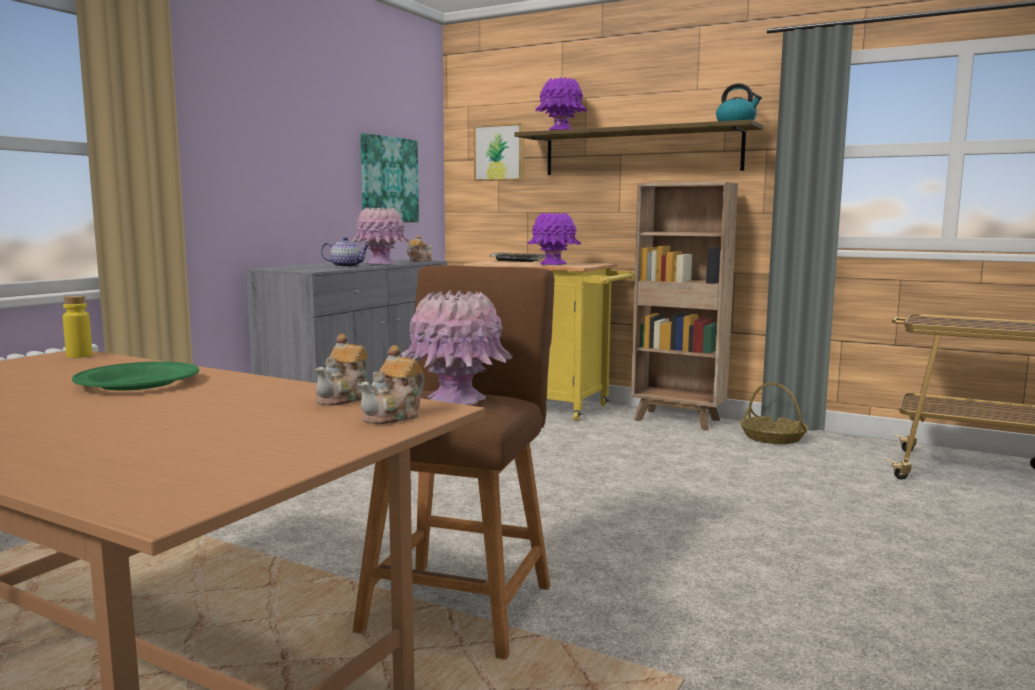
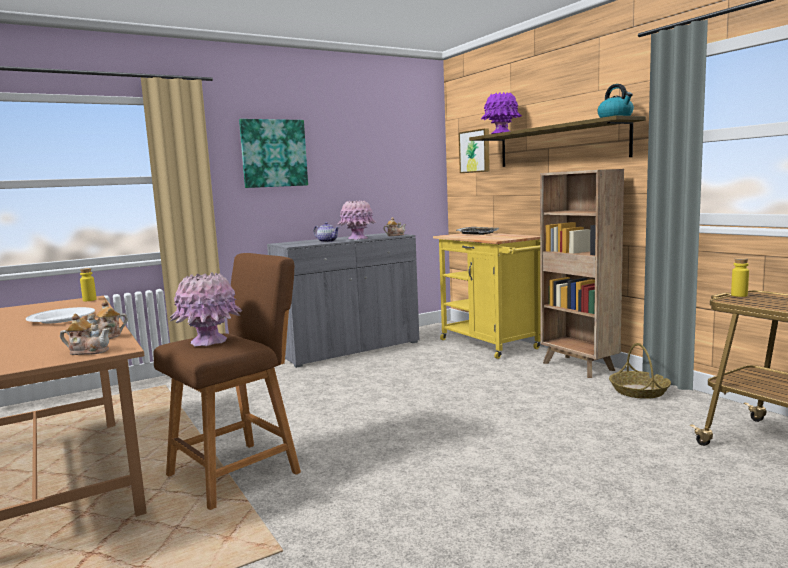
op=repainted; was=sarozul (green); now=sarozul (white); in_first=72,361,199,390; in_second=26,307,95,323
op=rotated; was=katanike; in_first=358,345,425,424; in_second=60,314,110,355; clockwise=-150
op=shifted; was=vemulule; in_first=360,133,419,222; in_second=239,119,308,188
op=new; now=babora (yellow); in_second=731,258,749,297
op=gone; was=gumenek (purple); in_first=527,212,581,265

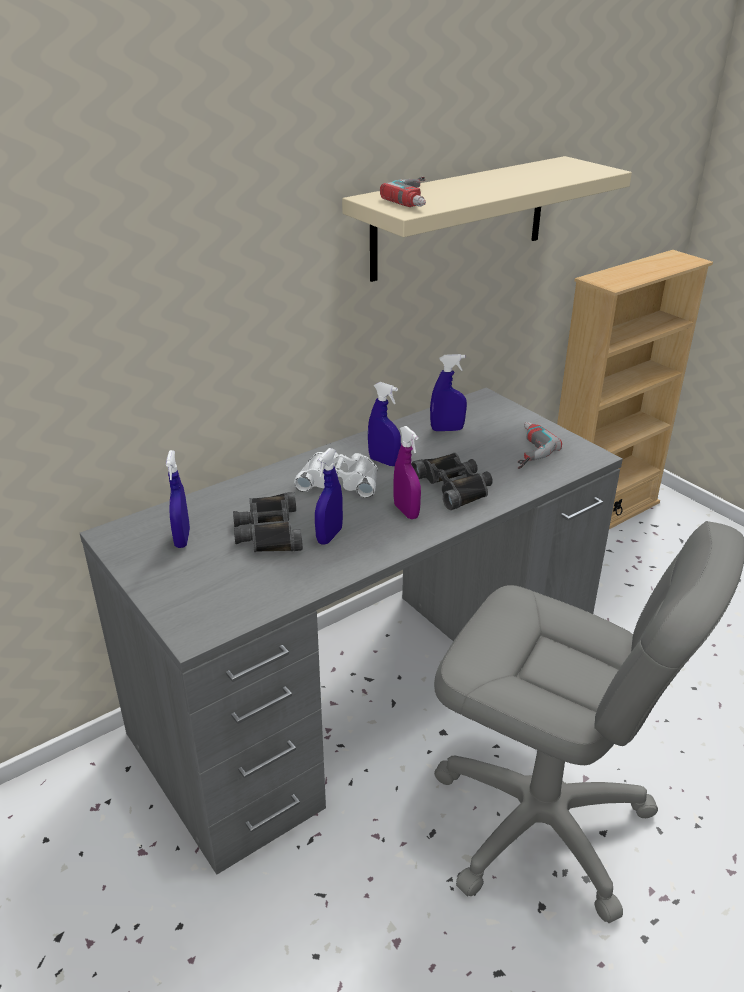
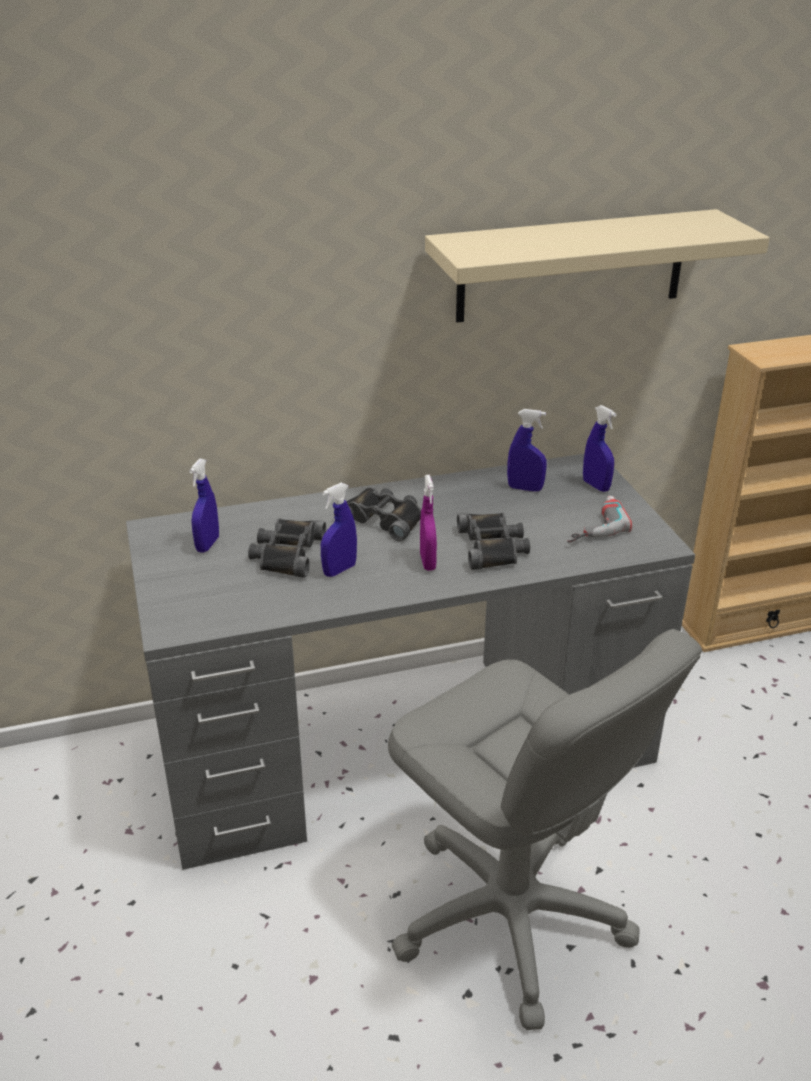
op=repainted; was=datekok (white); now=datekok (black); in_first=294,452,378,498; in_second=334,487,421,541
op=shifted; was=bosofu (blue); in_first=368,382,401,466; in_second=583,405,617,492
op=gone; was=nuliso; in_first=380,177,426,207

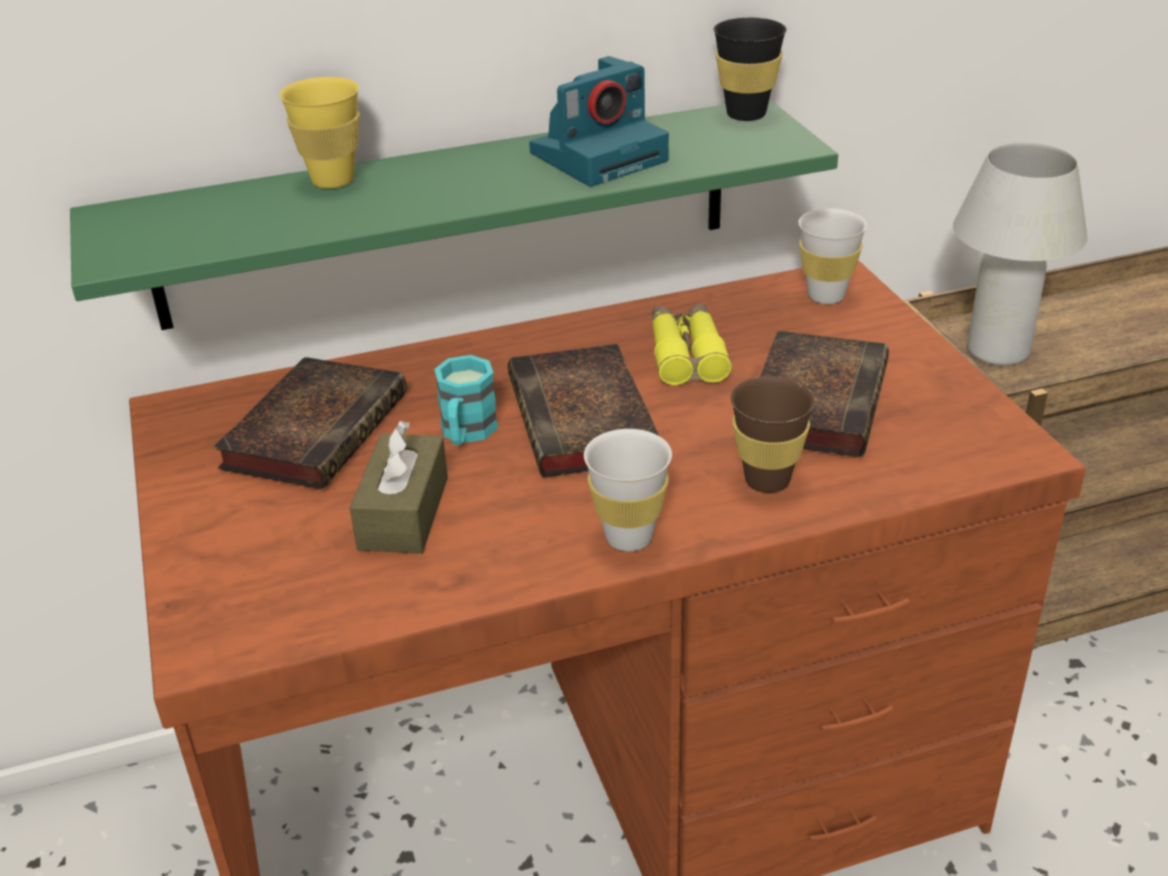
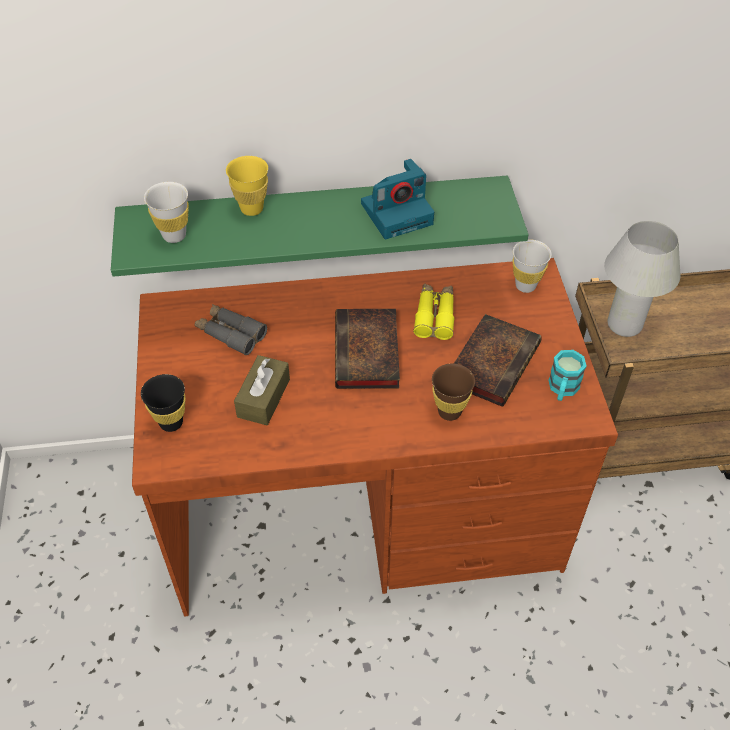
op=shifted; was=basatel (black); in_first=714,17,787,121; in_second=141,374,186,432
op=shifted; was=basatel (white); in_first=584,429,672,551; in_second=144,182,189,243
op=swapped; was=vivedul; now=datekok (grey); in_first=213,357,407,490; in_second=195,304,267,355
op=shifted; was=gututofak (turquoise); in_first=434,355,498,445; in_second=549,350,586,401

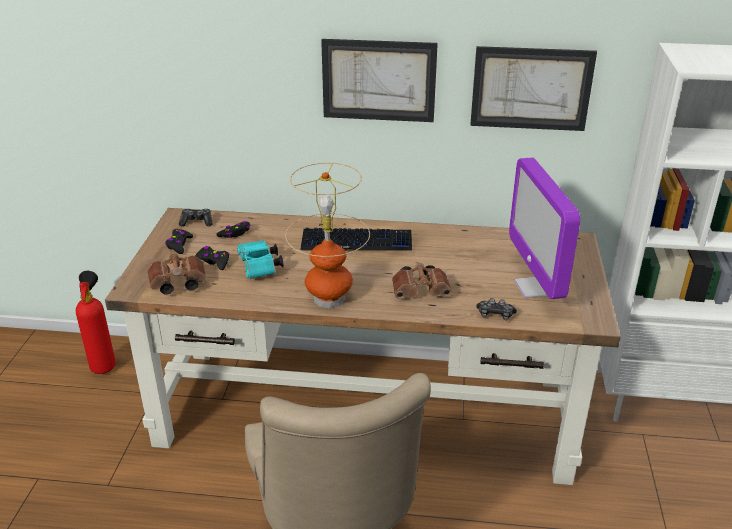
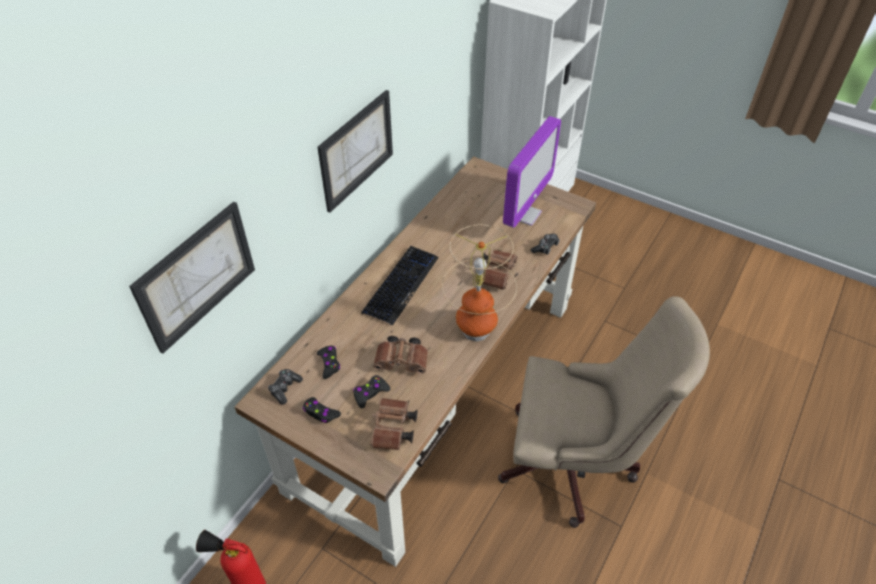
op=shifted; was=vemulule; in_first=470,46,597,131; in_second=129,202,255,354
op=repainted; was=datekok (turquoise); now=datekok (brown); in_first=237,240,284,279; in_second=373,336,428,374
op=rotated; was=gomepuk; in_first=509,157,580,299; in_second=503,116,561,228; clockwise=-75

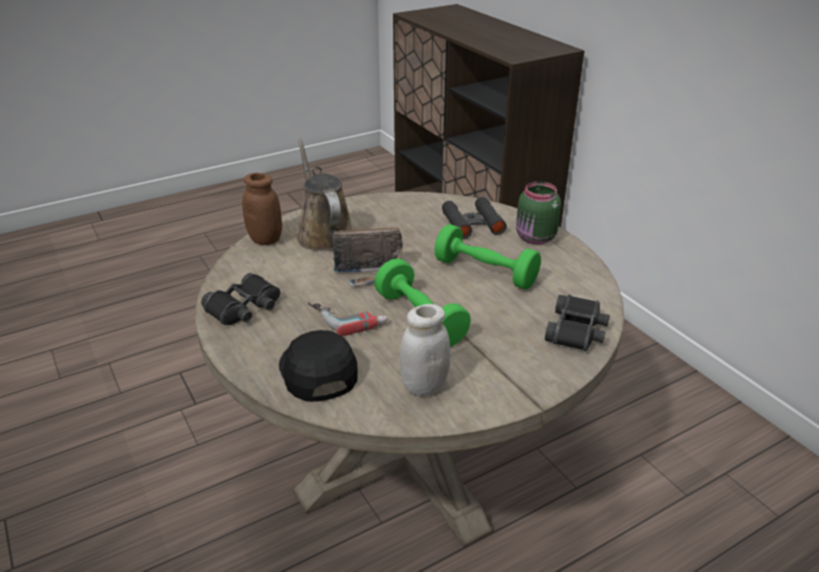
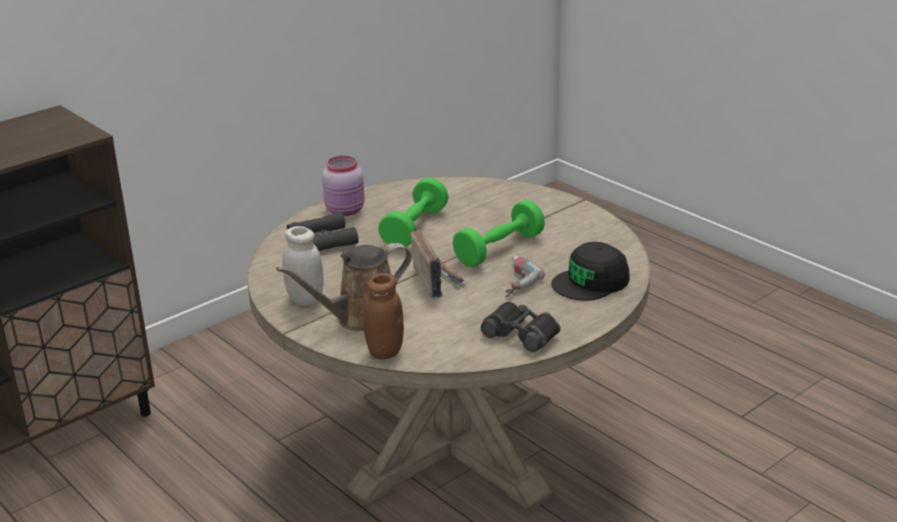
op=shifted; was=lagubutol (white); in_first=400,304,450,396; in_second=282,226,324,306
op=repainted; was=lagubutol (green); now=lagubutol (pink); in_first=516,181,561,245; in_second=322,156,365,216
op=gone; was=datekok (black); in_first=545,294,610,351

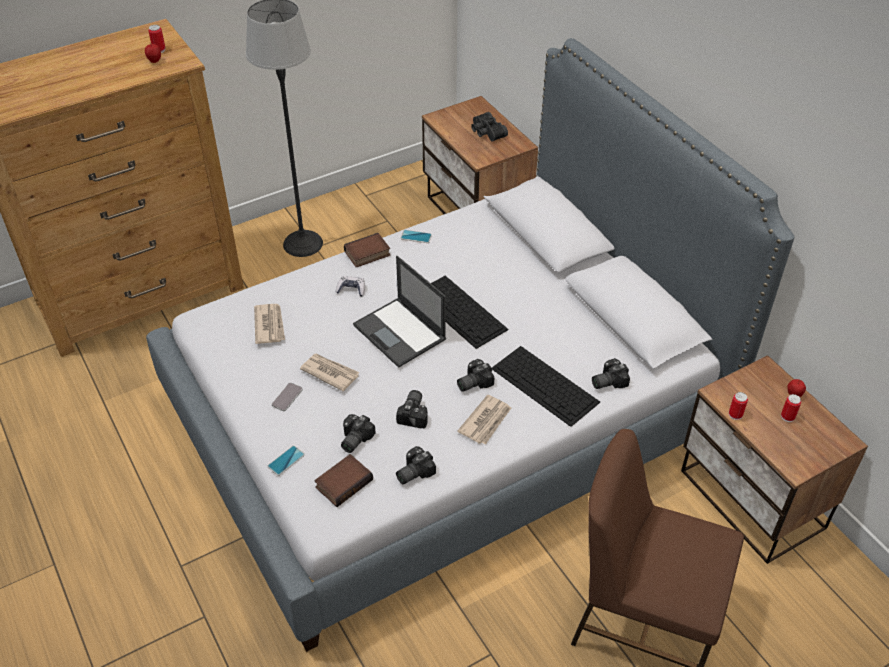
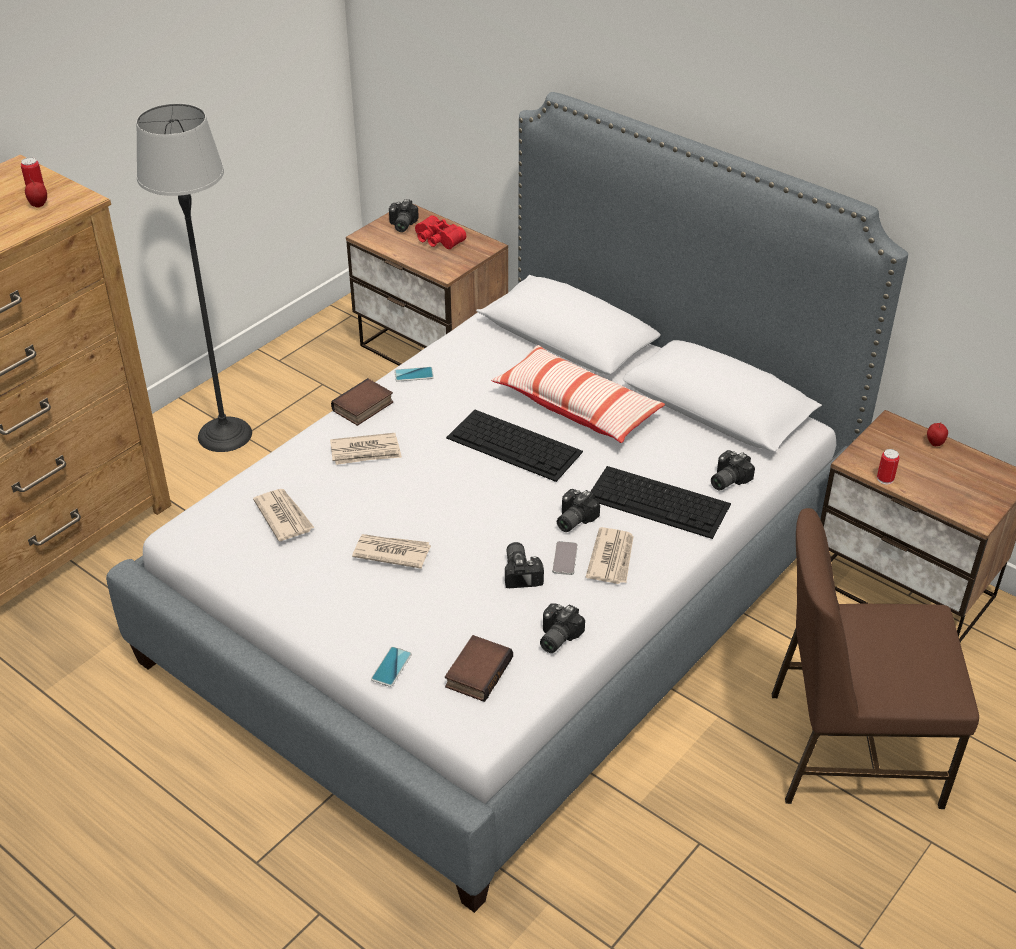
op=swapped; was=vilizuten; now=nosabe; in_first=336,276,365,297; in_second=330,433,402,465
op=shifted; was=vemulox; in_first=341,414,376,453; in_second=389,199,419,232
op=repainted; was=datekok (black); now=datekok (red); in_first=471,112,508,142; in_second=415,215,466,249
op=new; now=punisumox; in_second=491,345,665,443
op=shifted; was=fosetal; in_first=271,383,303,411; in_second=552,541,578,575
op=gone; was=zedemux; in_first=353,256,446,368
op=gone; was=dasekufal; in_first=781,394,801,422

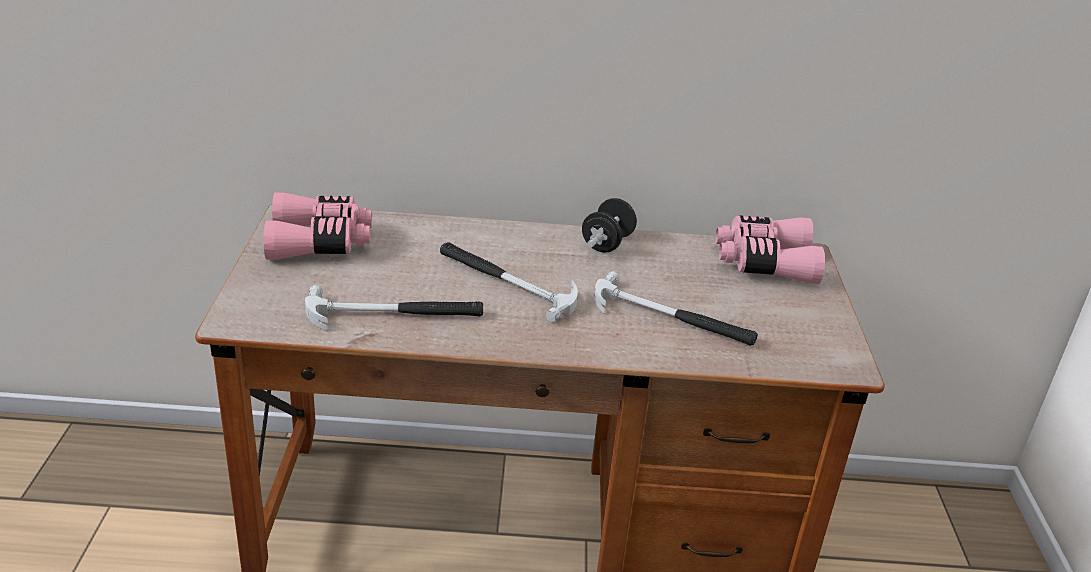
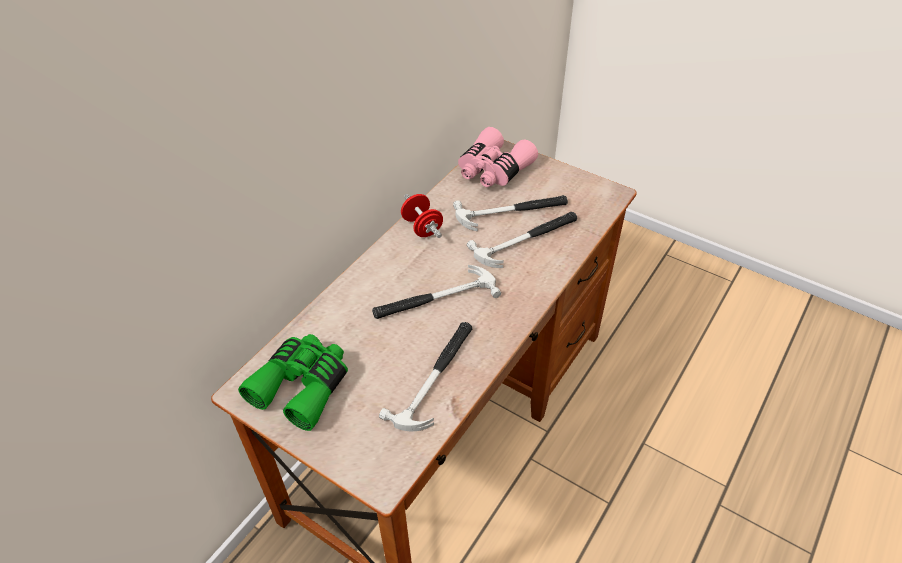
op=repainted; was=datekok (pink); now=datekok (green); in_first=264,192,372,260; in_second=238,334,348,431
op=repainted; was=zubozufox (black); now=zubozufox (red); in_first=582,198,637,253; in_second=401,194,443,238
op=new; now=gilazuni; in_second=453,195,568,231

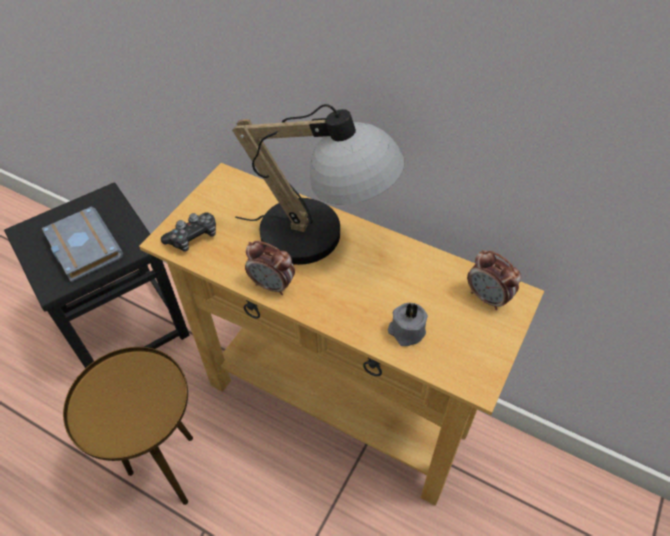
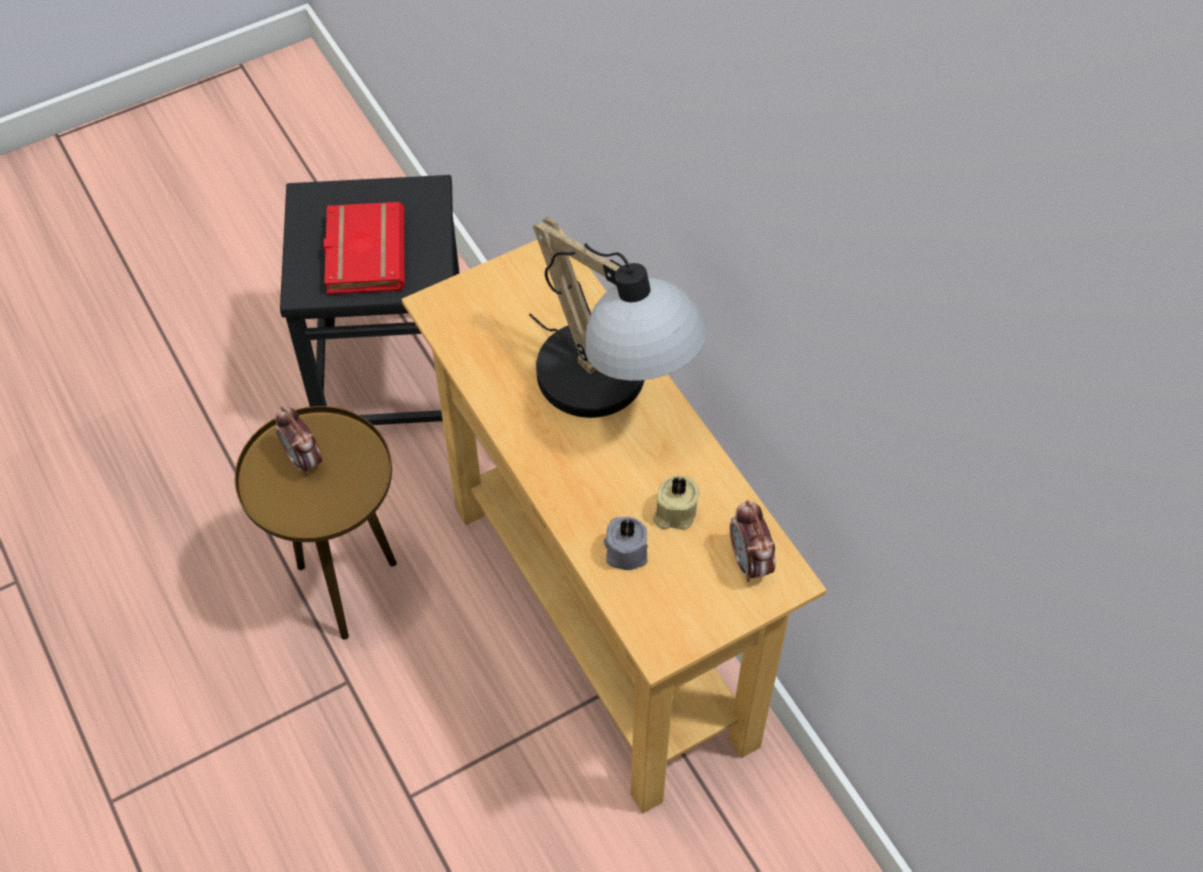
op=shifted; was=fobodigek; in_first=245,241,295,295; in_second=275,406,322,476
op=repainted; was=vivedul (grey); now=vivedul (red); in_first=42,207,123,282; in_second=323,202,405,295
op=new; now=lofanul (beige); in_second=653,475,700,530
op=gone; was=vilizuten; in_first=161,213,216,252

